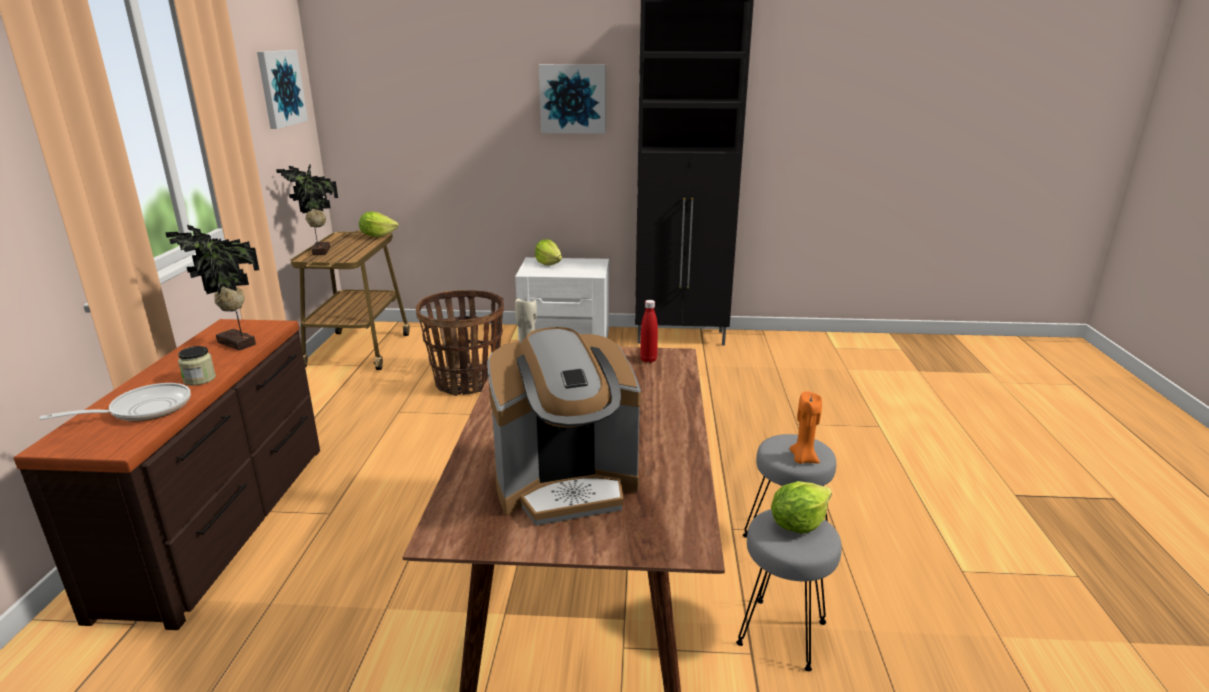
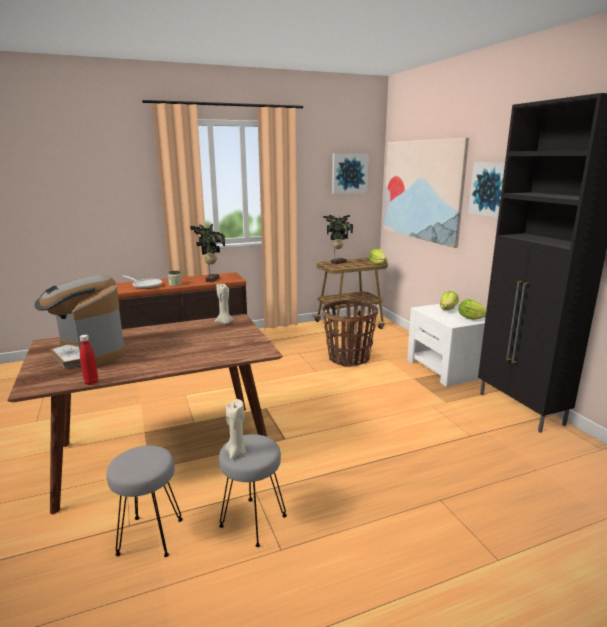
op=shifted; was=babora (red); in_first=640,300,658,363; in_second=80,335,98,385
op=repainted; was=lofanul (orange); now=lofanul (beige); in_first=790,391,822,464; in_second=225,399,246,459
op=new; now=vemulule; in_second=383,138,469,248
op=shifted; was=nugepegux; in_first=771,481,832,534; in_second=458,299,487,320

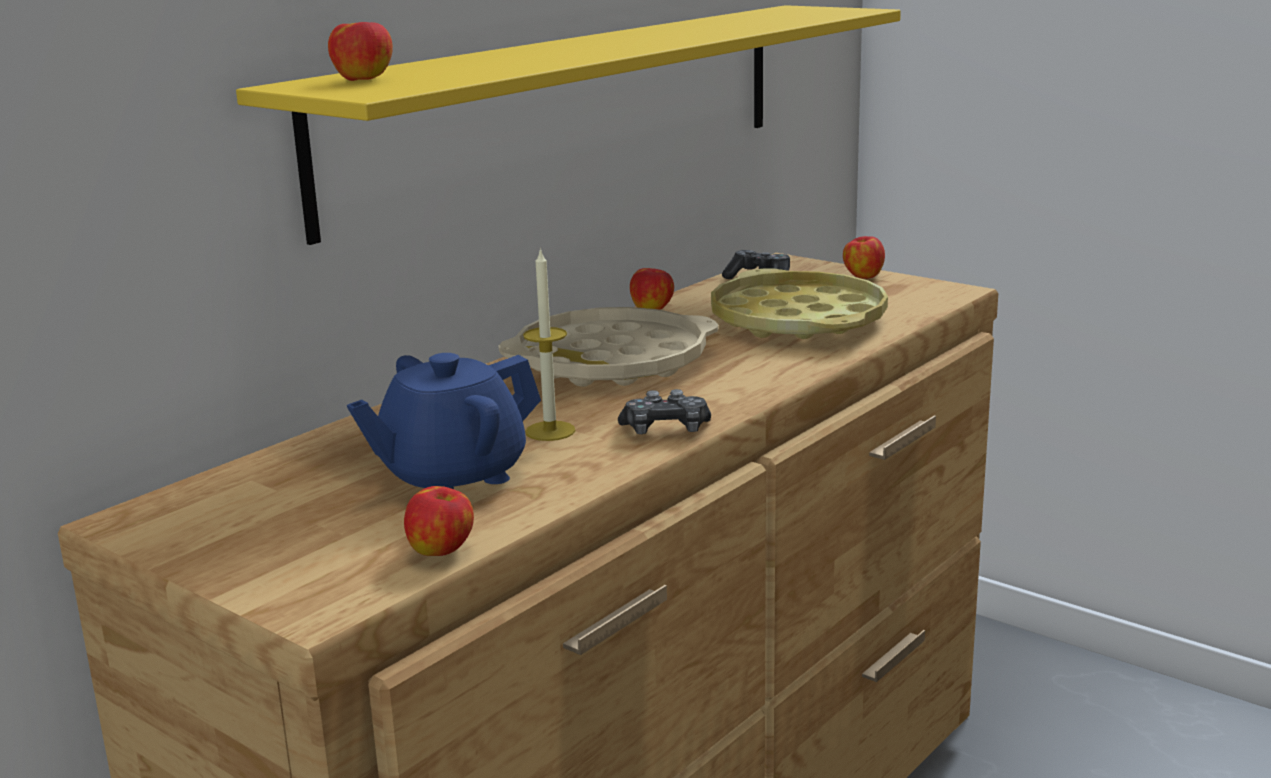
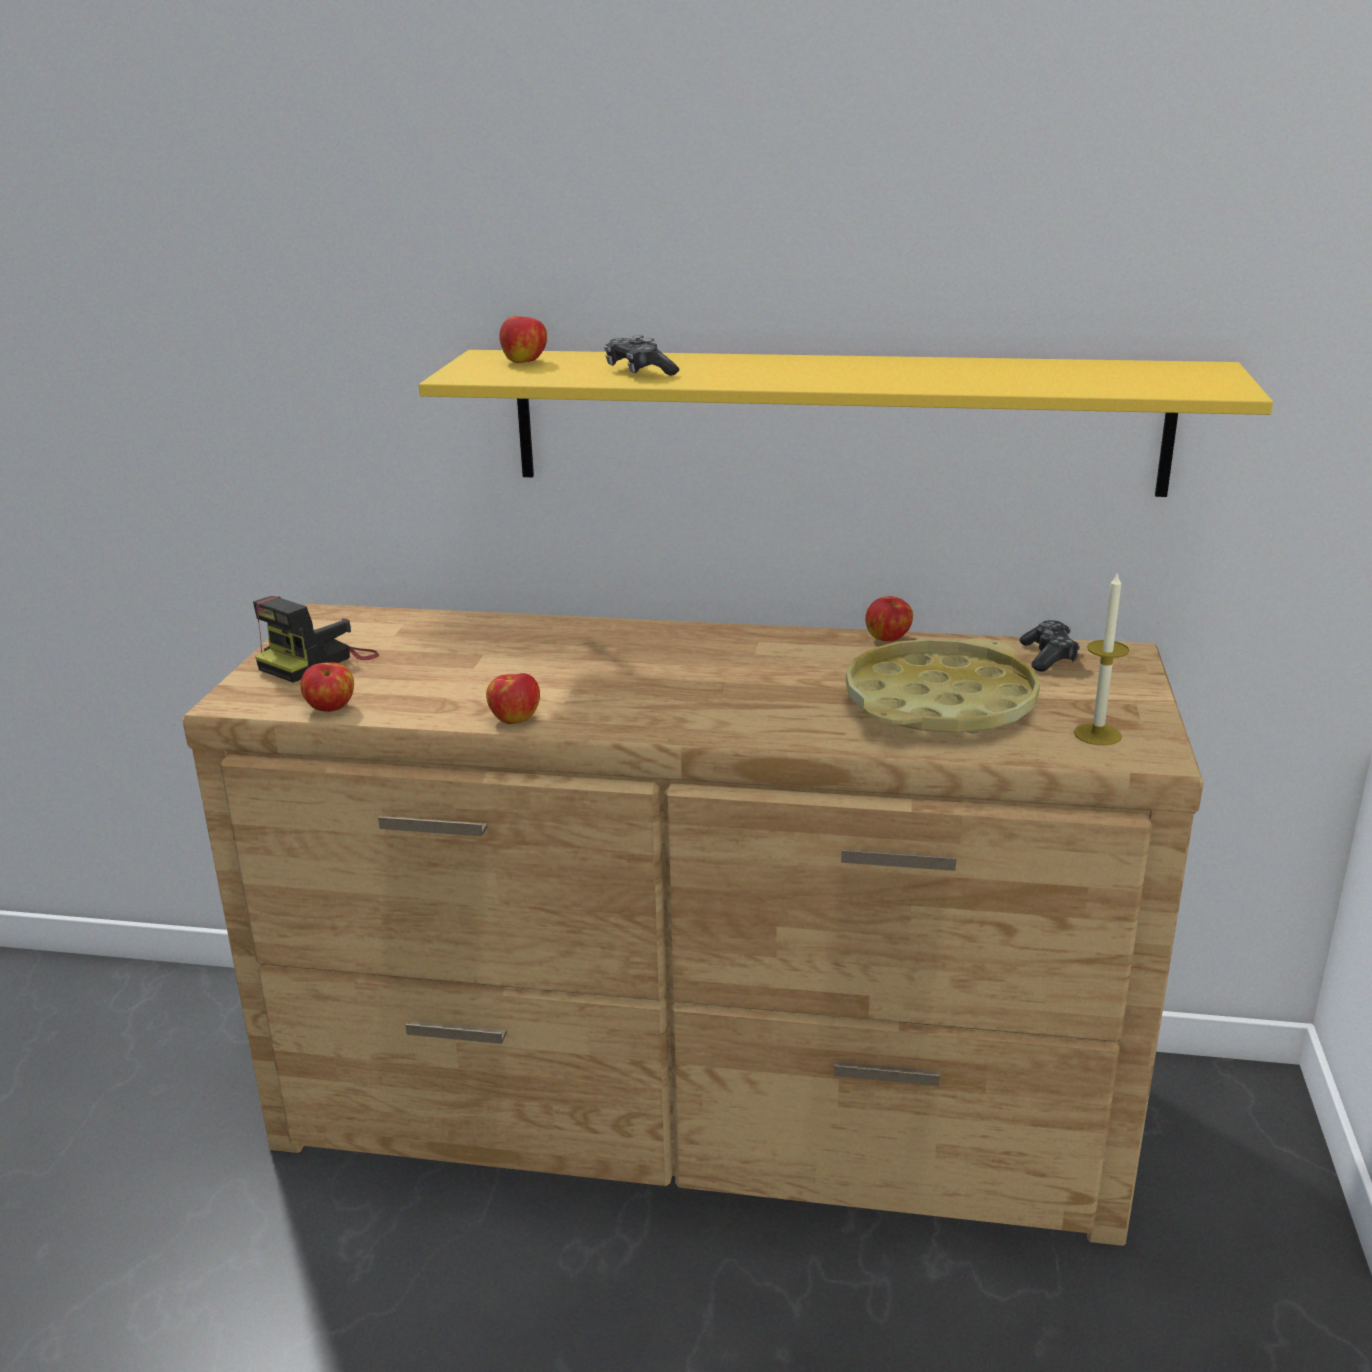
op=new; now=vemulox; in_second=253,596,379,683
op=shifted; was=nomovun; in_first=843,236,885,279; in_second=486,673,540,724
op=shifted; was=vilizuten; in_first=618,389,711,434; in_second=604,335,679,376
op=shifted; was=lofanul; in_first=523,248,576,441; in_second=1074,571,1129,745
op=gone; was=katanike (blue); in_first=347,353,541,489
op=gone; was=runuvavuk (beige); in_first=498,307,719,387

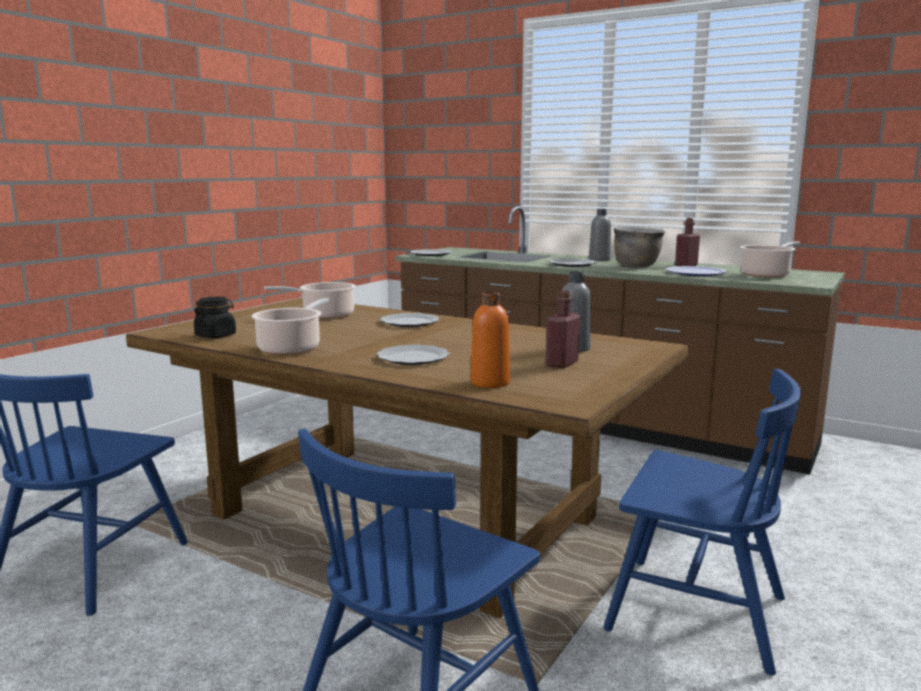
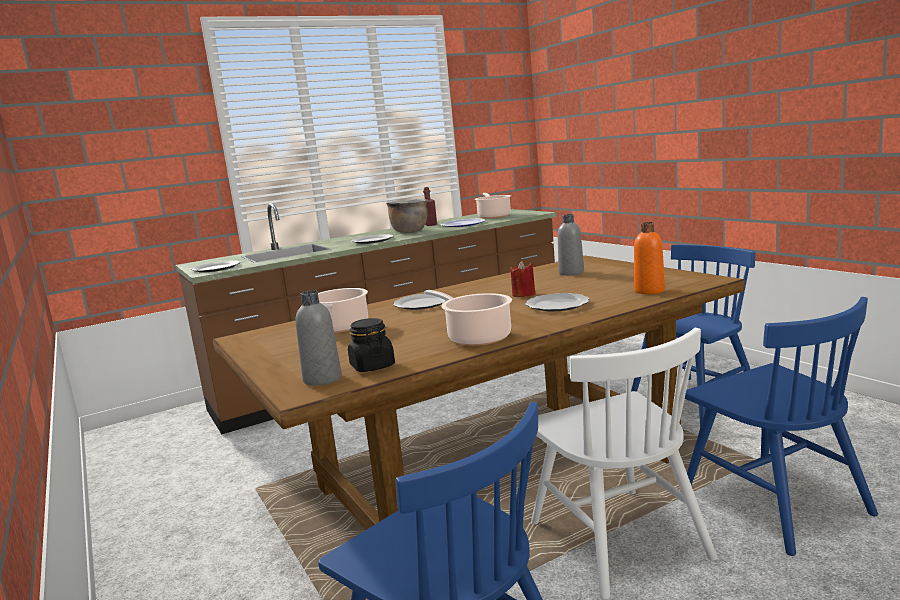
op=shifted; was=babora (grey); in_first=589,209,611,261; in_second=295,290,342,385
op=new; now=lofanul (red); in_second=510,261,535,297
op=new; now=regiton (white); in_second=531,328,717,600
op=gone; was=babora (red); in_first=546,290,580,368

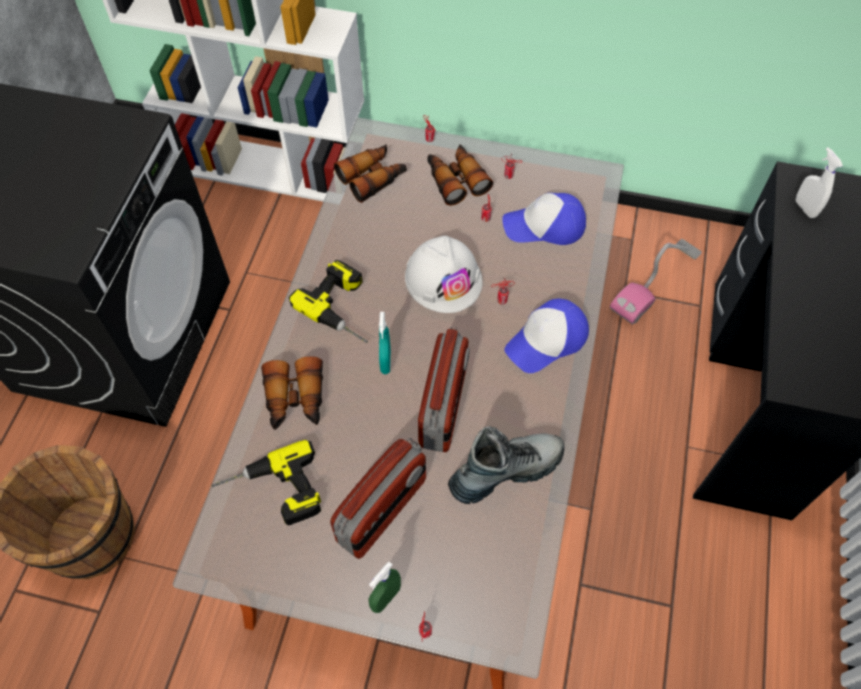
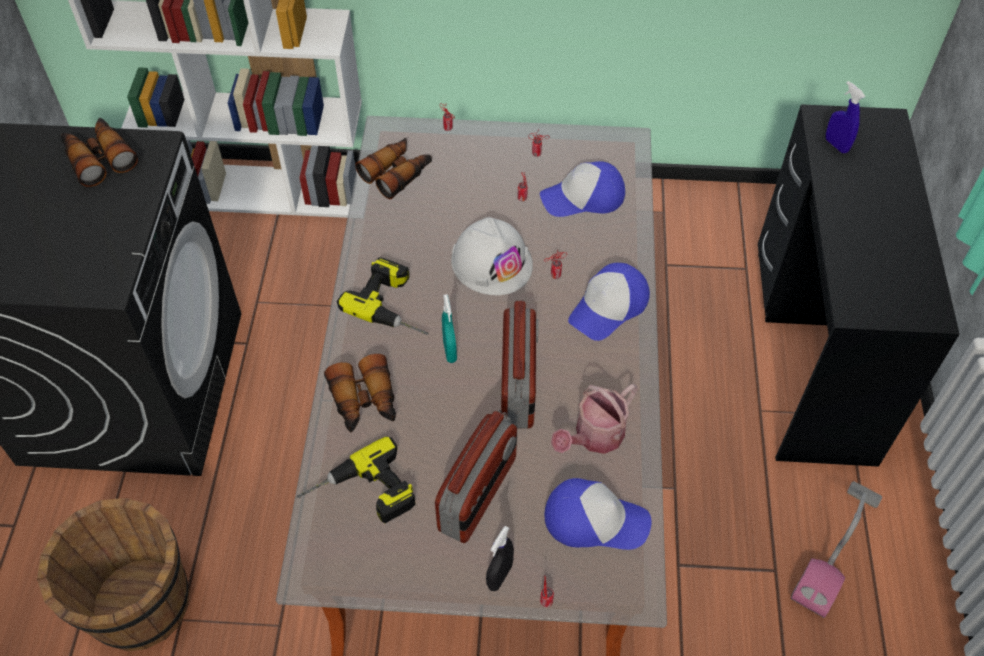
op=shifted; was=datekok; in_first=427,144,493,205; in_second=61,118,138,187
op=repainted; was=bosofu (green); now=bosofu (black); in_first=369,562,401,613; in_second=486,526,514,591
op=new; now=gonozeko; in_second=544,478,651,550
op=swapped; was=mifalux; now=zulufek; in_first=448,427,564,504; in_second=551,384,638,454
op=shifted; was=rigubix; in_first=610,239,702,325; in_second=791,481,882,618
op=repainted; was=bosofu (white); now=bosofu (blue); in_first=796,147,843,218; in_second=826,81,865,153

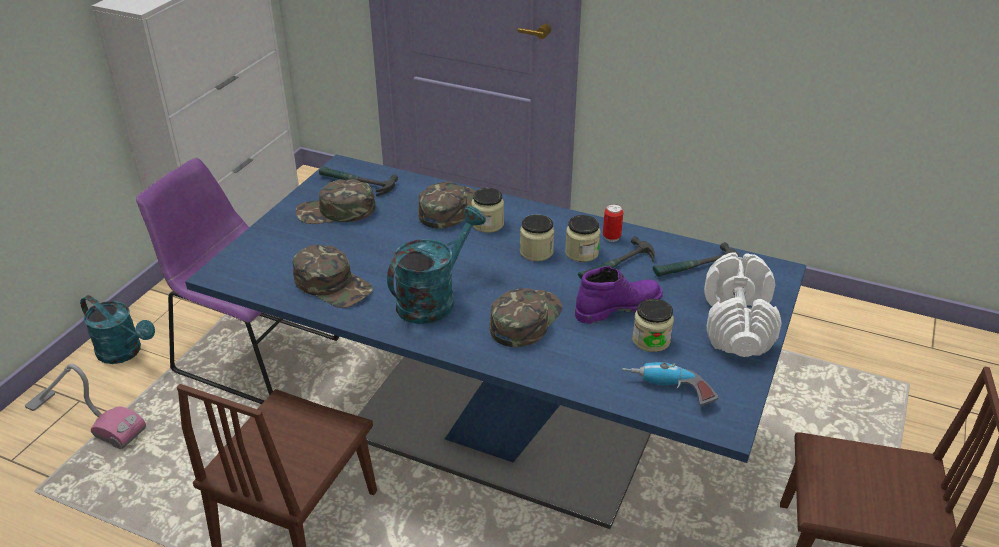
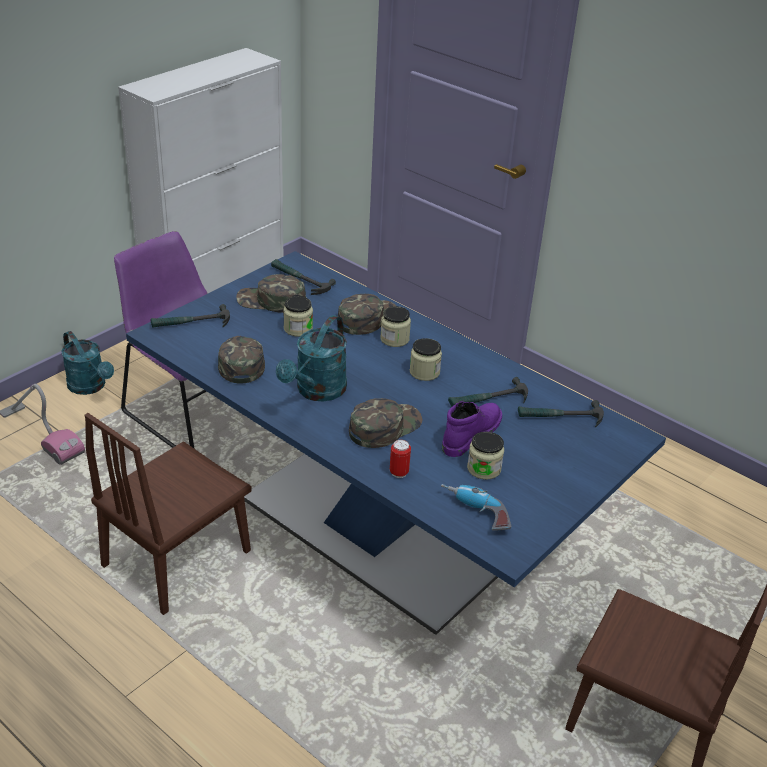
op=new; now=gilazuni; in_second=151,304,230,328
op=rotated; was=gonozeko (green); in_first=292,245,373,308; in_second=218,336,265,384; clockwise=-150
op=rotated; was=zulufek (turquoise); in_first=387,206,486,324; in_second=276,315,347,402; clockwise=150
op=shifted; was=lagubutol; in_first=565,215,600,262; in_second=283,296,313,337
op=shifted; was=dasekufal; in_first=603,204,624,242; in_second=390,440,411,478
op=rotated; was=mifalux (purple); in_first=575,266,663,324; in_second=442,401,502,457; clockwise=-45
op=gone; was=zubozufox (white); in_first=704,252,782,357

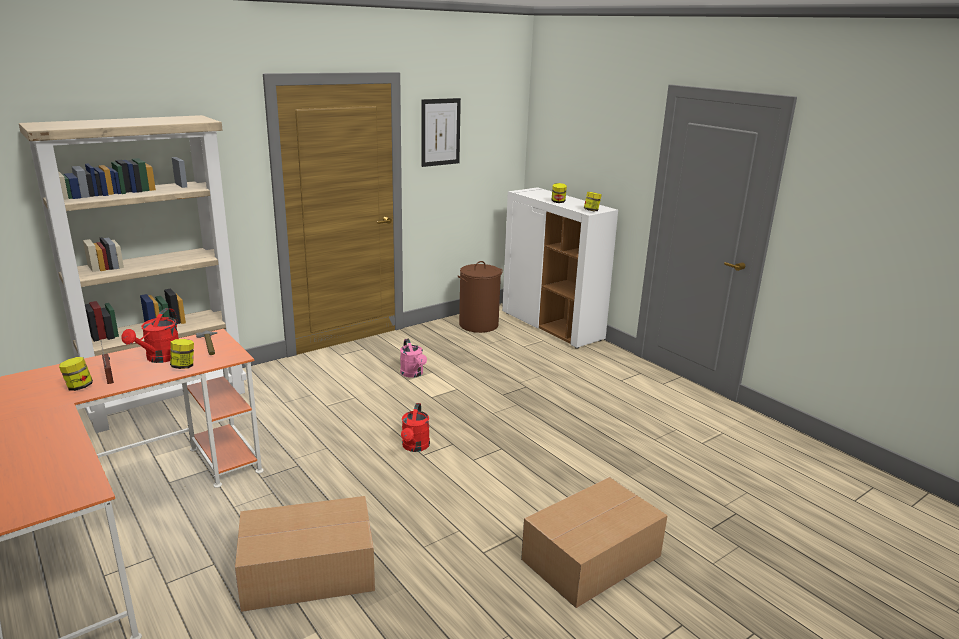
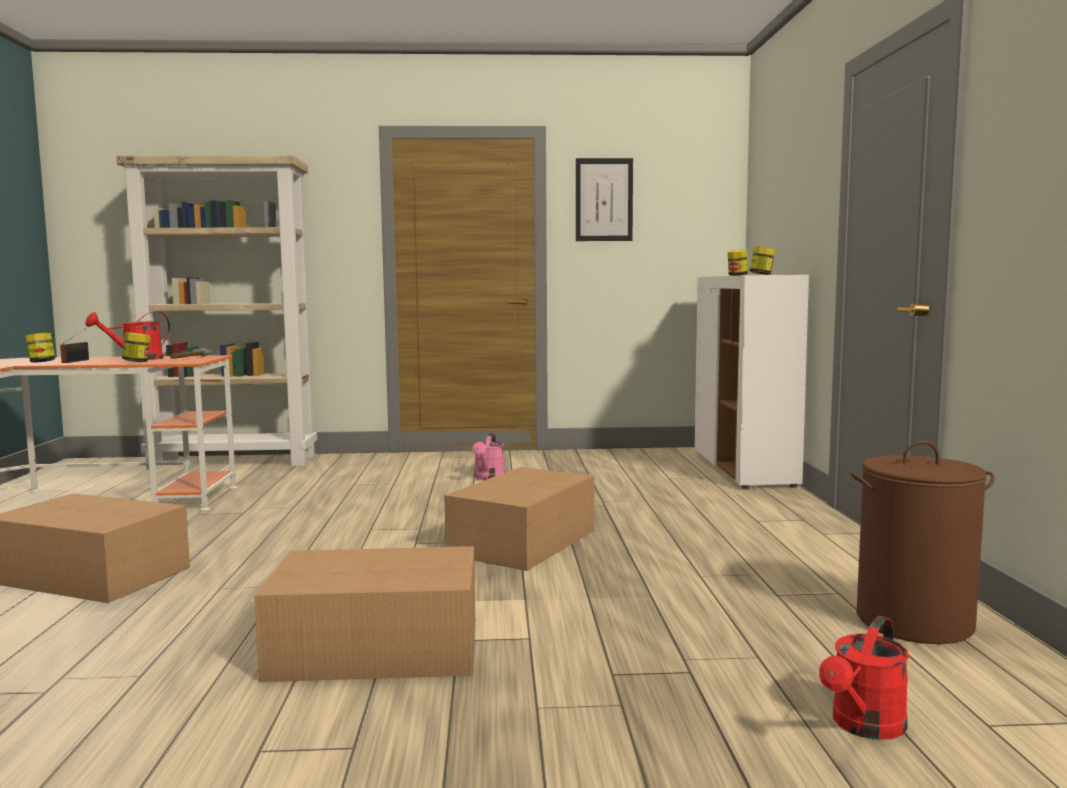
op=new; now=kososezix; in_second=445,467,595,571
op=shifted; was=zulufek (red); in_first=401,403,430,452; in_second=819,616,909,740
op=shifted; was=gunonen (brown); in_first=457,261,503,333; in_second=851,441,995,644

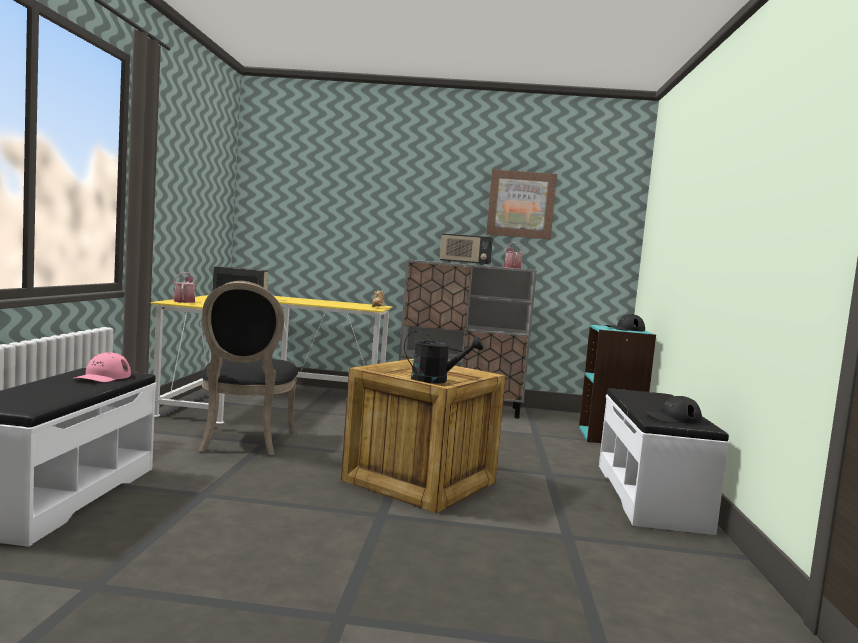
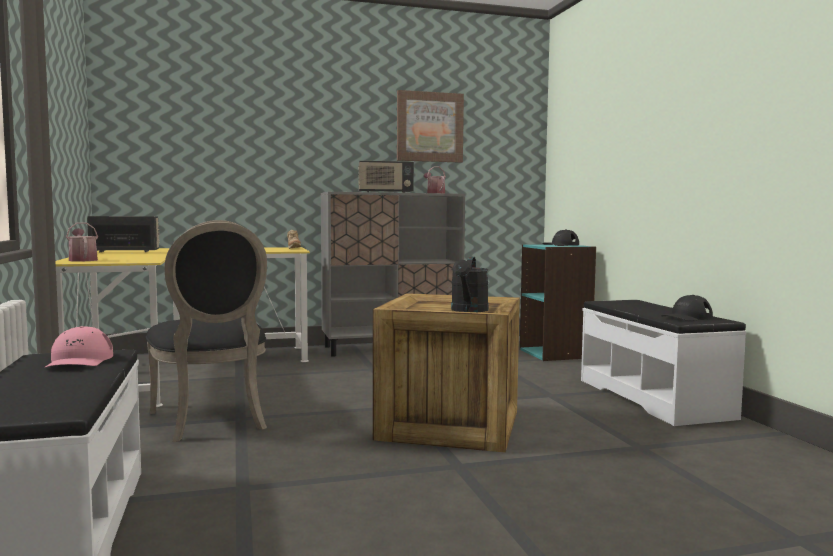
op=rotated; was=zulufek (black); in_first=404,331,483,384; in_second=451,257,489,312; clockwise=120

